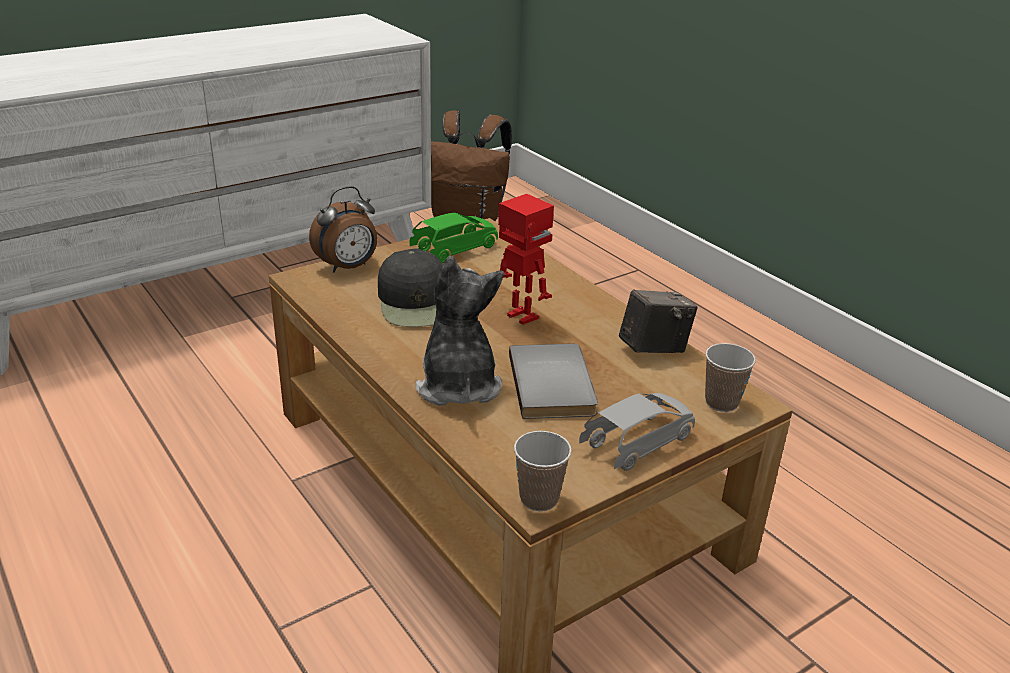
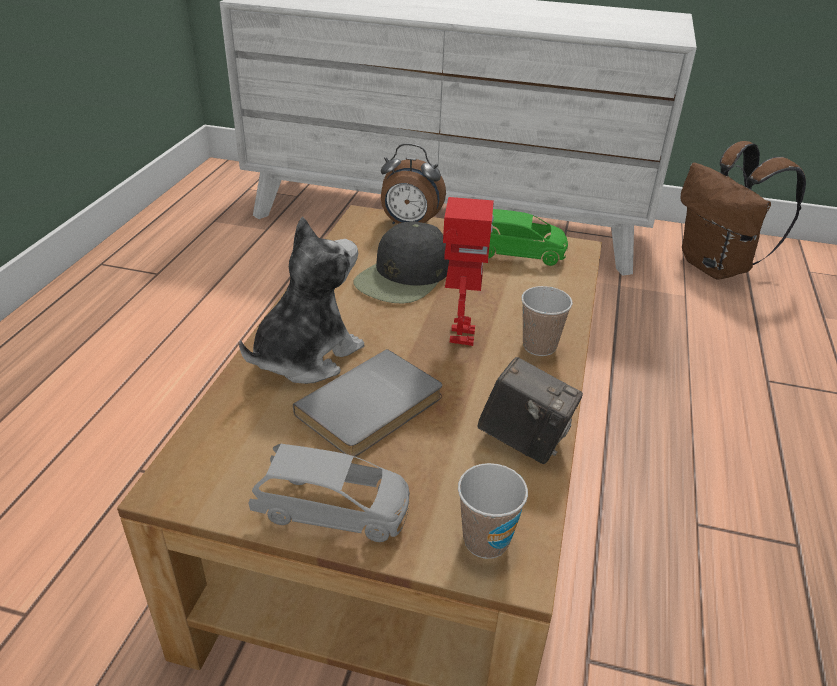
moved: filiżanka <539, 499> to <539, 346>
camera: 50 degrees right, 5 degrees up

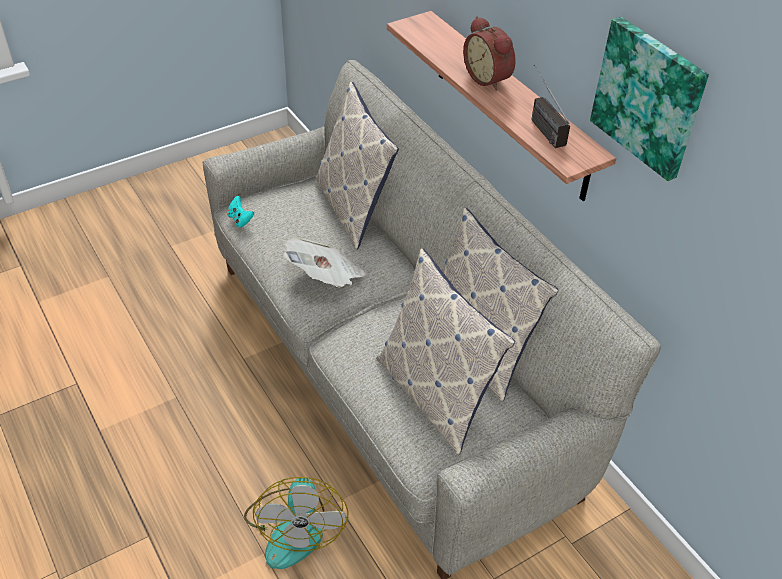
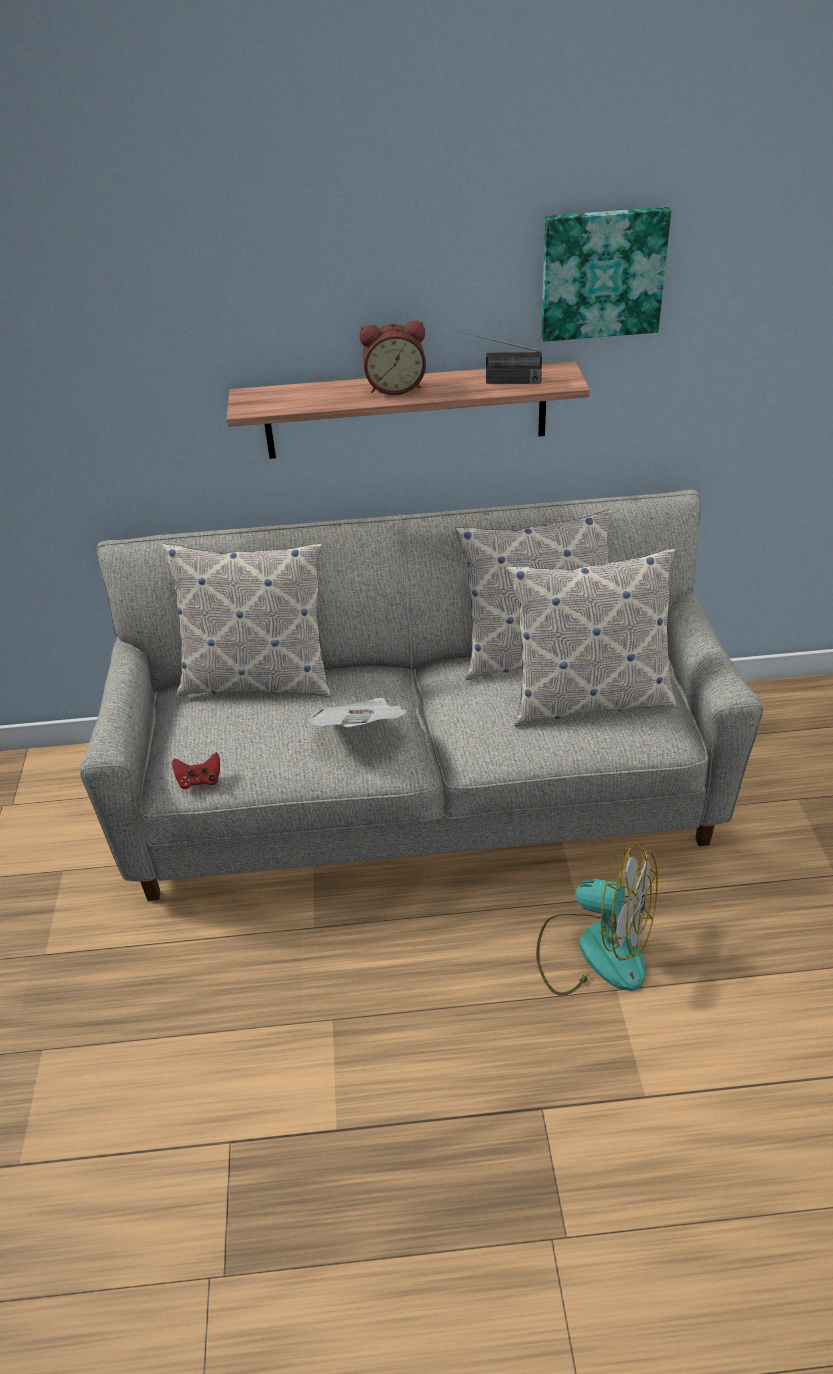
recoloured: pad do gier/turkusowy <240, 219> to pad do gier/czerwony <199, 781>
camera: 60 degrees left, 5 degrees down

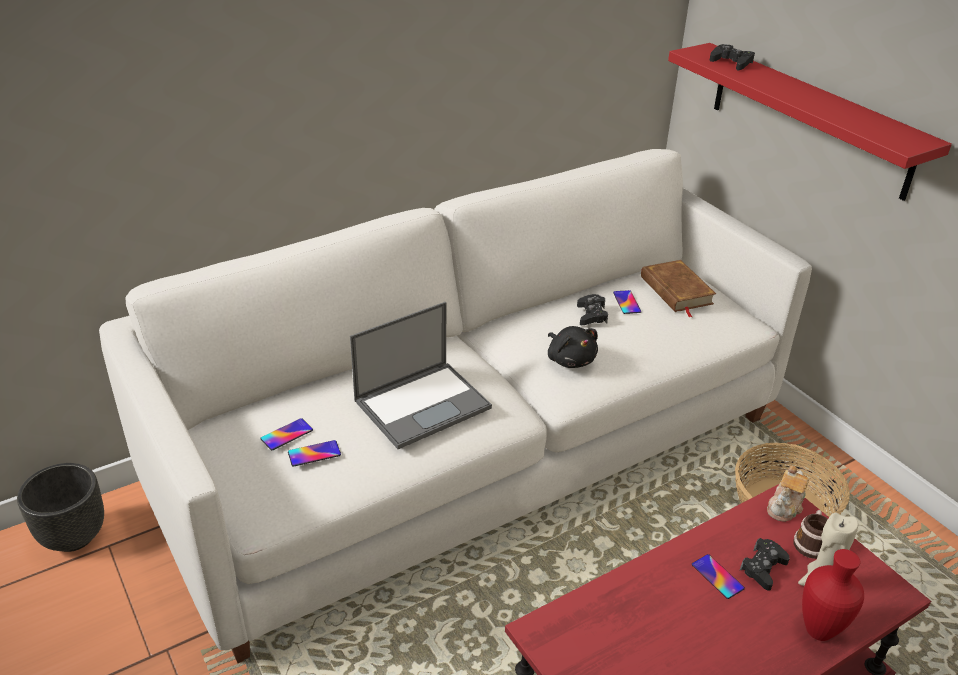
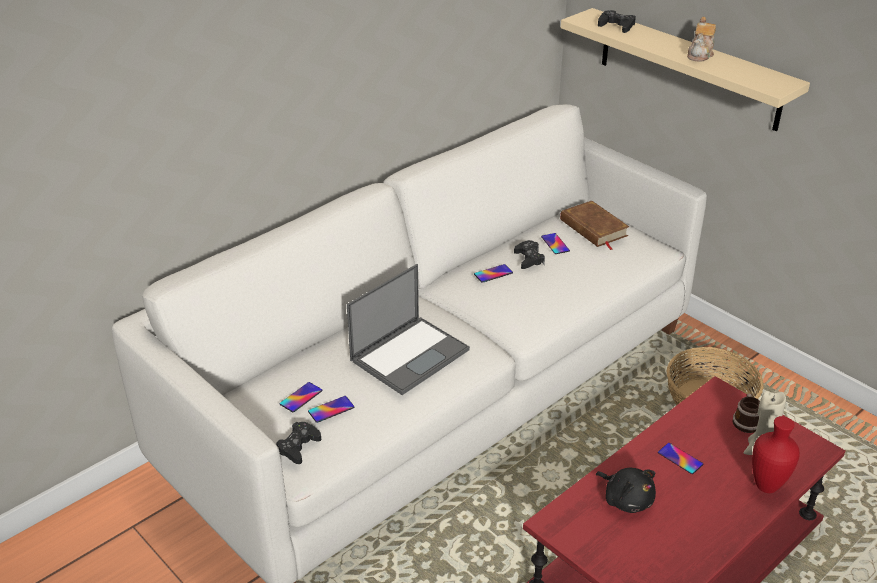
removed: donica/czarny <74, 536>
added: telefon <493, 273>
moved: pluszak/czarny <570, 359> to <626, 499>; pad do gier/czarny <763, 568> to <298, 446>; imbryk <785, 506> to <700, 55>
recoloured: półka/czerwony <809, 119> to półka/beżowy <688, 69>
camera: 10 degrees left, 0 degrees up

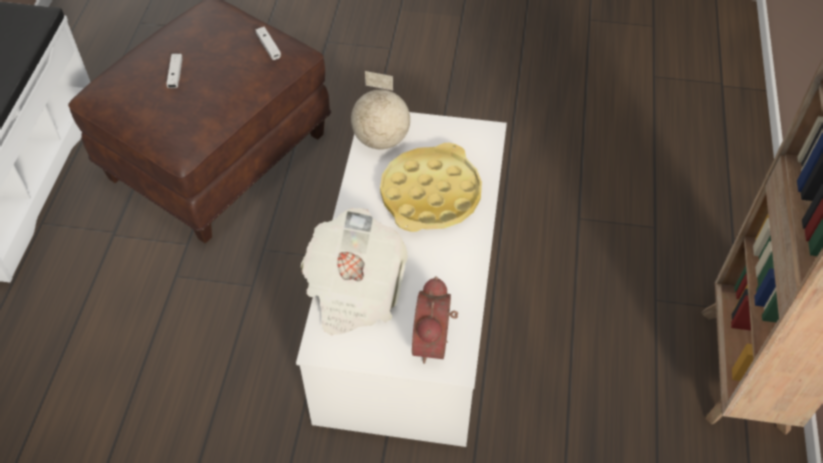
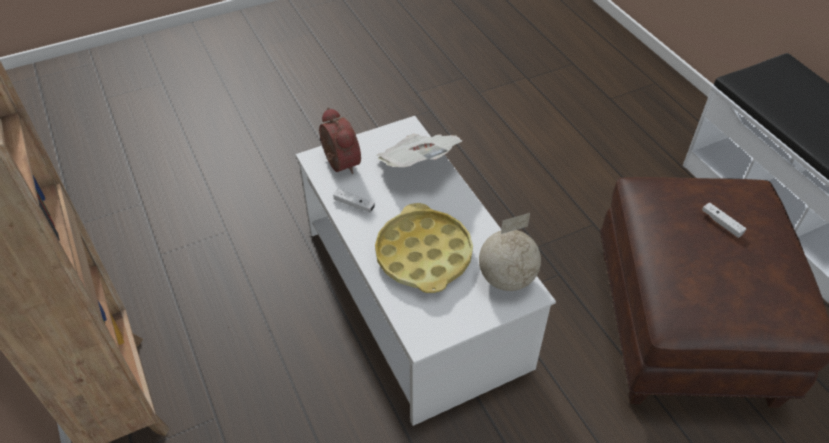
moved: pad do gier/biały <268, 47> to <354, 204>
camera: 145 degrees right, 5 degrees down

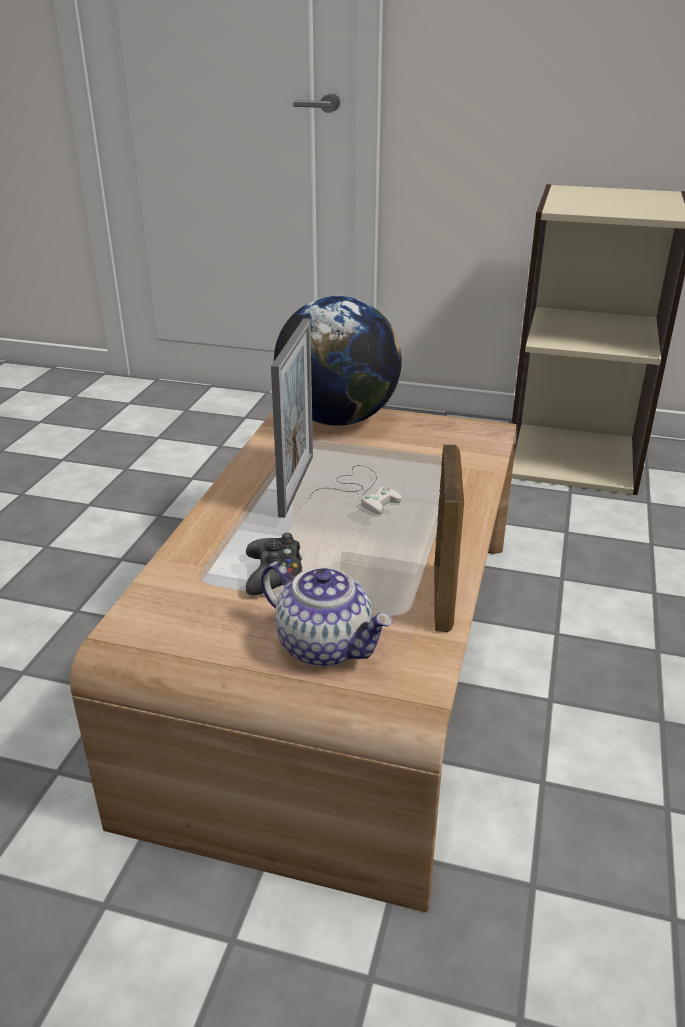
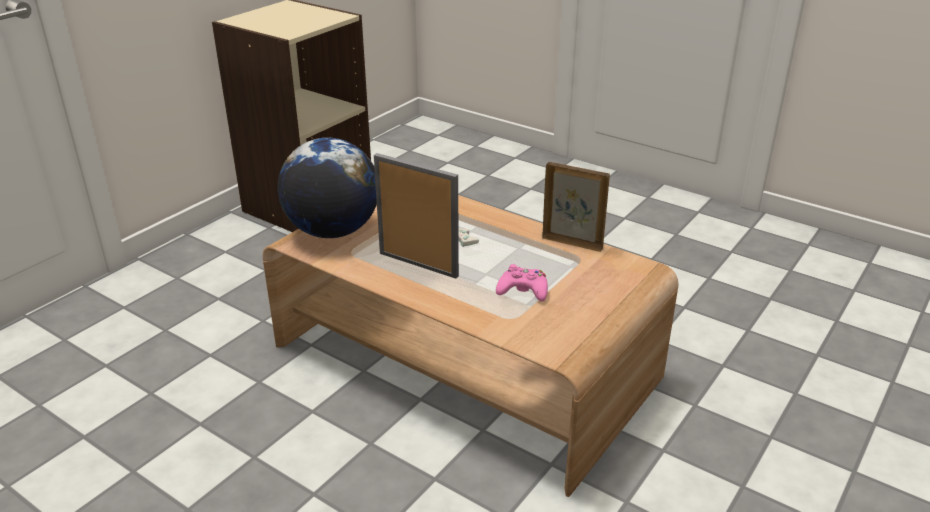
removed: imbryk <326, 645>
recoloured: pad do gier/czarny <274, 575> to pad do gier/różowy <523, 290>
camera: 70 degrees left, 0 degrees up

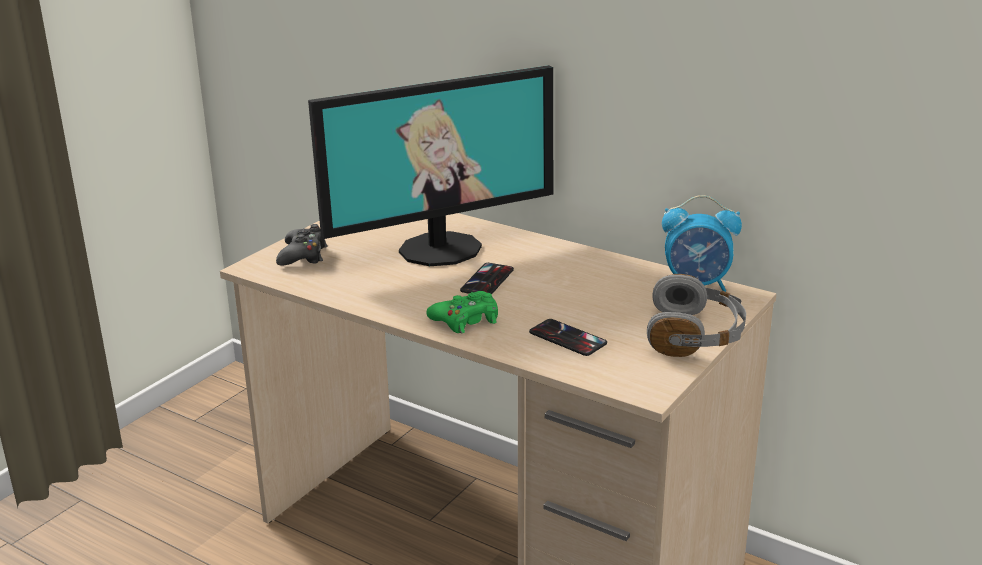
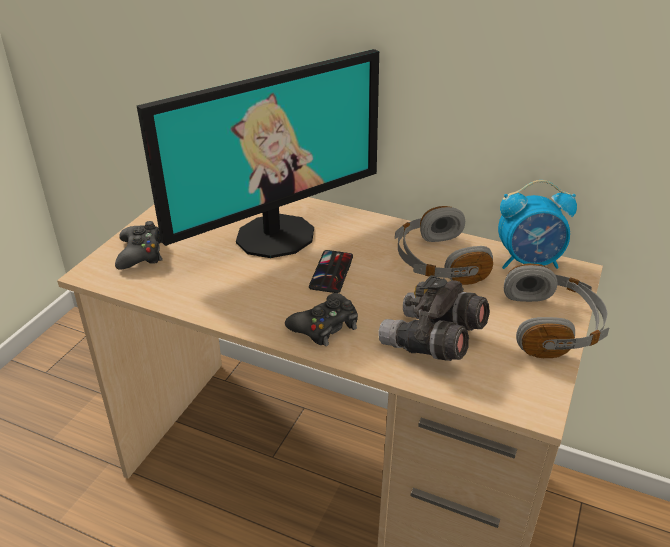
added: słuchawki/szary <437, 262>
replaced: telefon <567, 338> to lornetka/szary <432, 342>
recoloured: pad do gier/zielony <466, 320> to pad do gier/czarny <325, 326>
camera: 10 degrees left, 10 degrees up

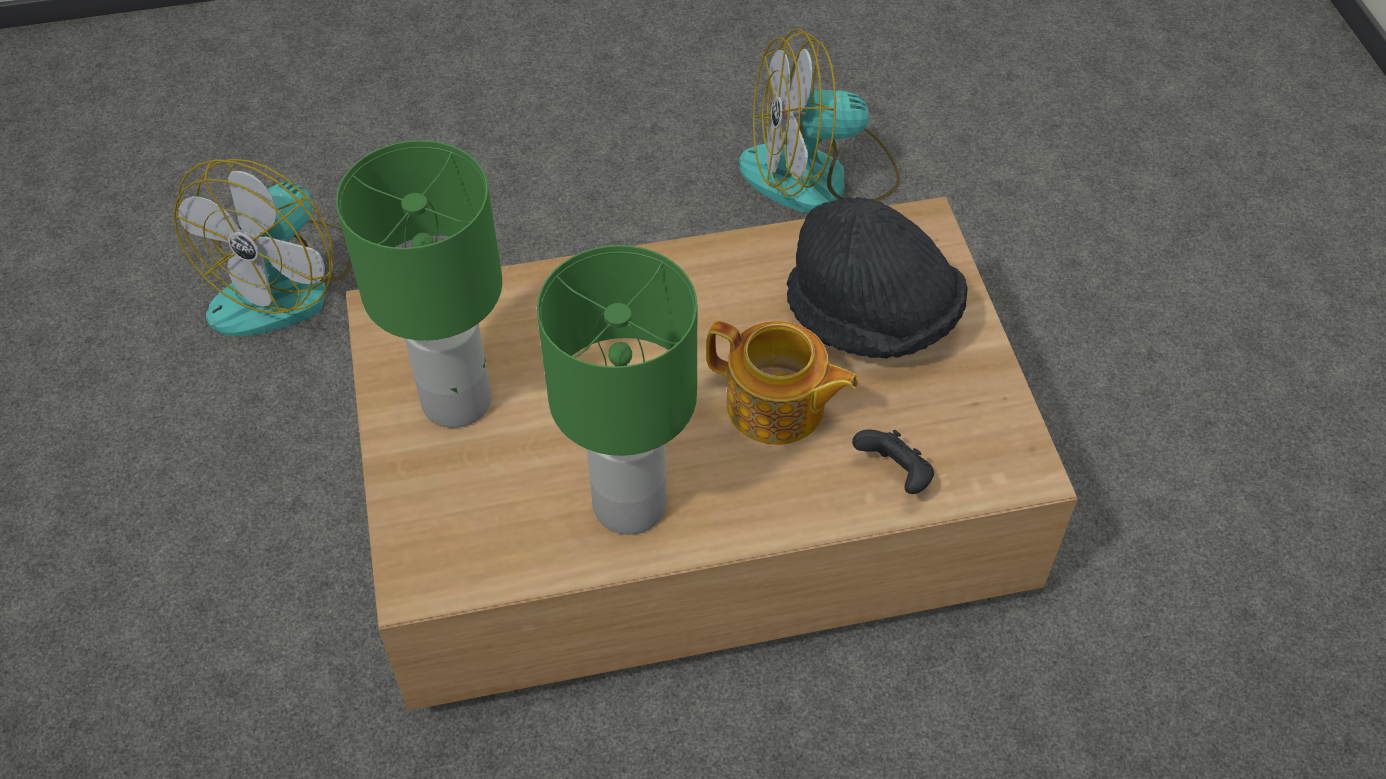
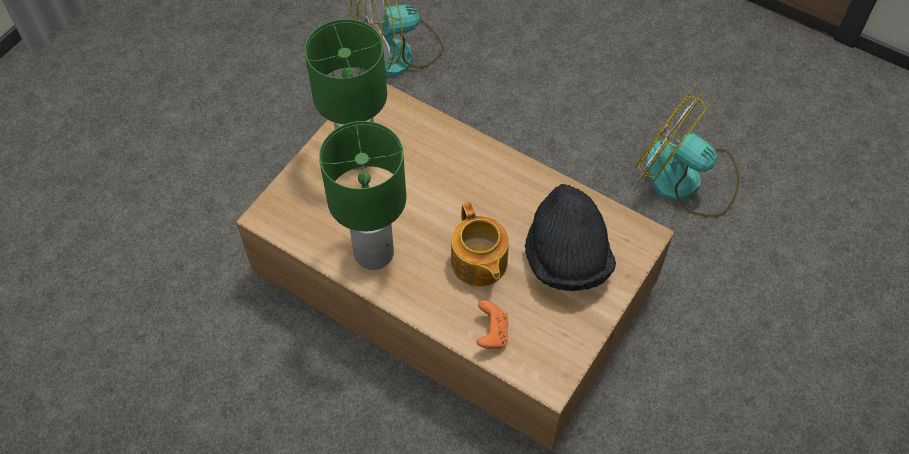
recoloured: pad do gier/czarny <894, 475> to pad do gier/pomarańczowy <492, 333>
camera: 45 degrees right, 5 degrees up

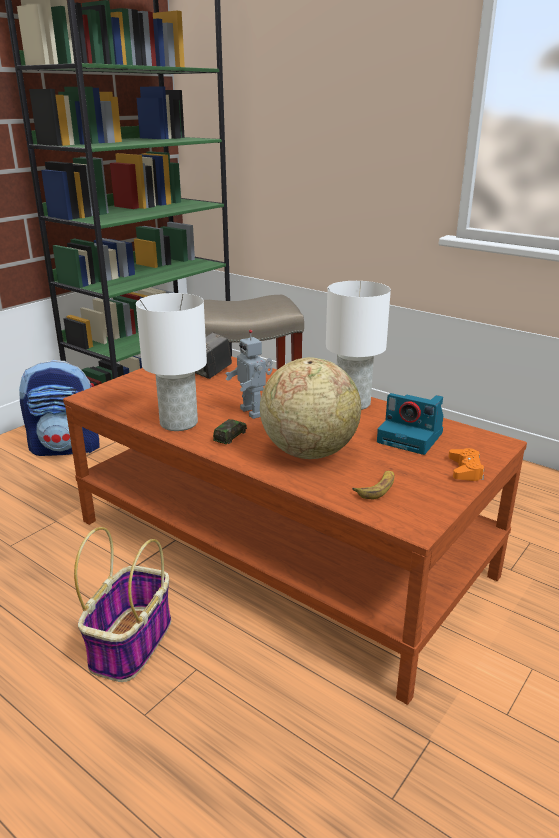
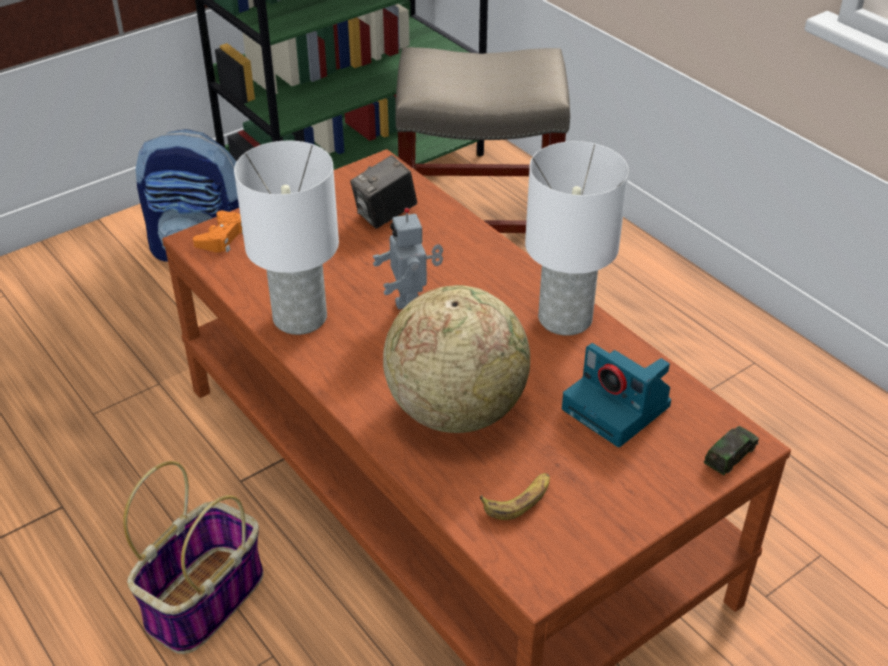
moved: samochodzik <230, 436> to <730, 456>; pad do gier/pomarańczowy <465, 470> to <222, 237>
camera: 15 degrees right, 15 degrees up

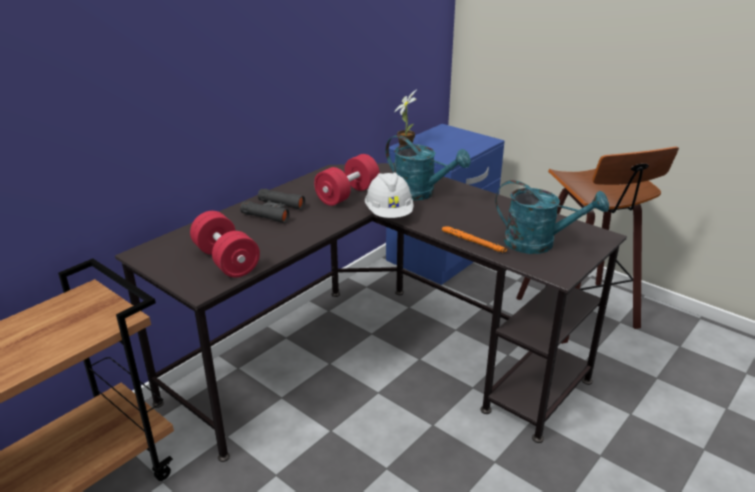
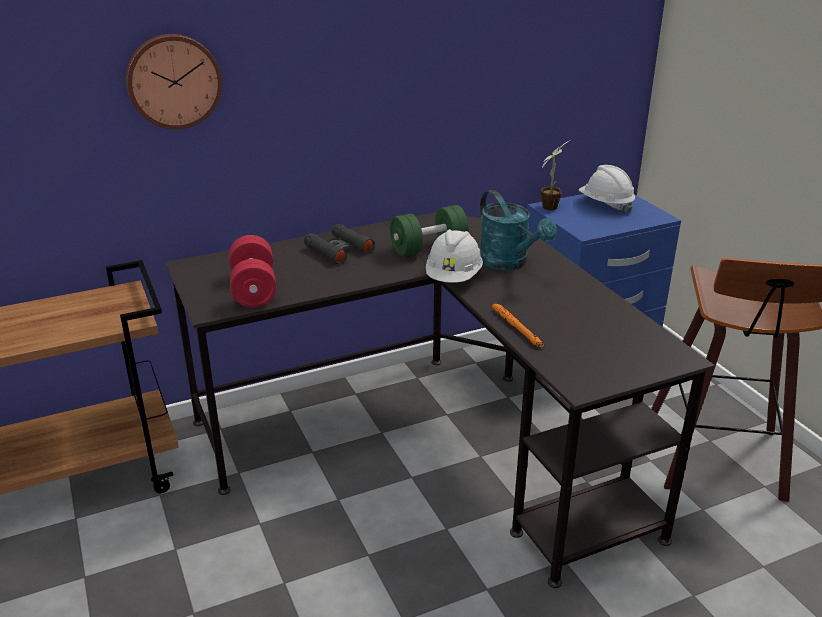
removed: konewka/turkusowy <539, 244>
added: zegar ścienny <173, 81>; kask/biały <605, 204>
recoloured: hantel/czerwony <347, 194> to hantel/zielony <428, 248>
camera: 25 degrees right, 0 degrees up

